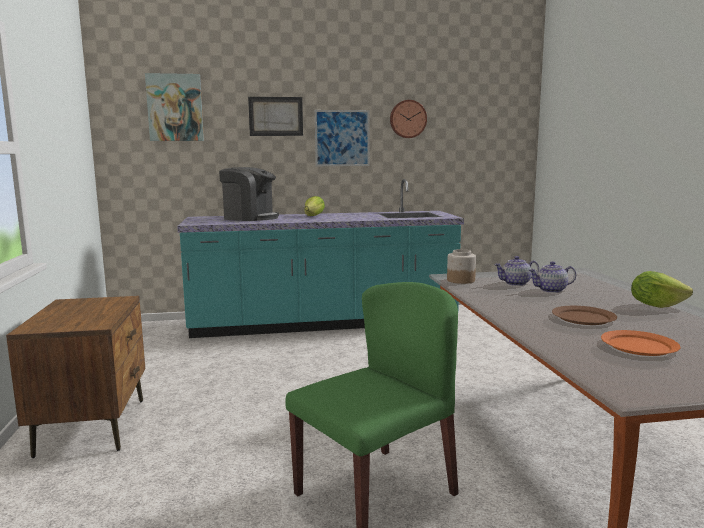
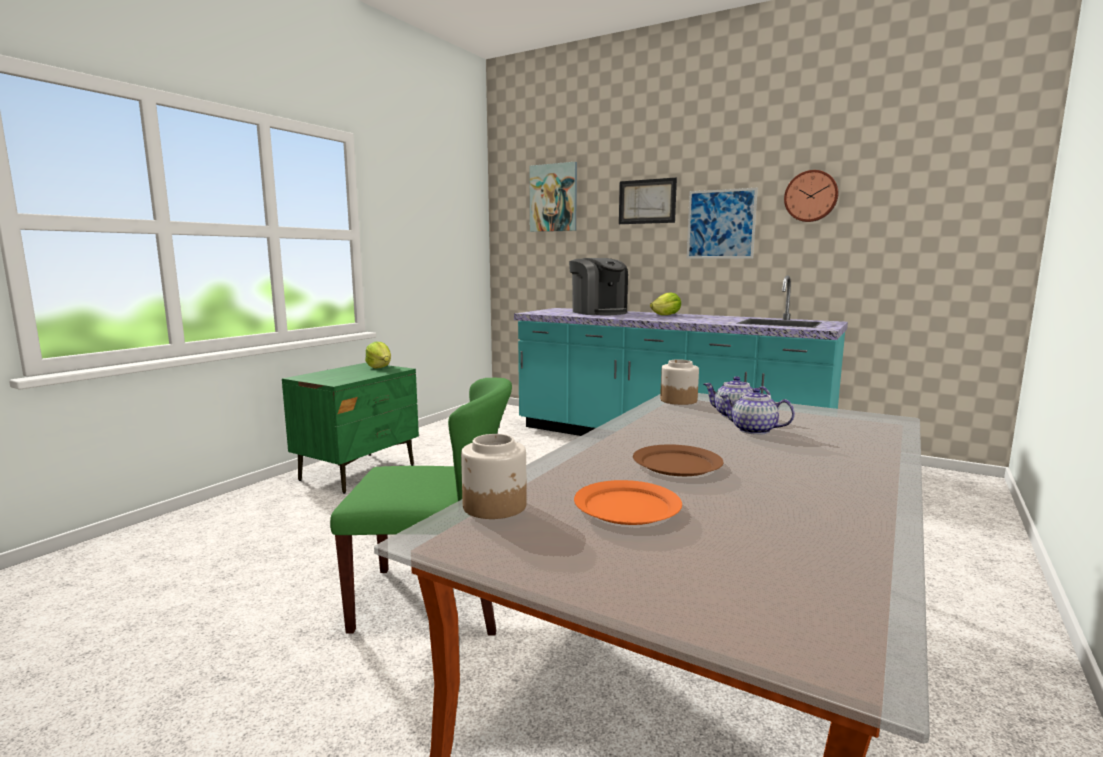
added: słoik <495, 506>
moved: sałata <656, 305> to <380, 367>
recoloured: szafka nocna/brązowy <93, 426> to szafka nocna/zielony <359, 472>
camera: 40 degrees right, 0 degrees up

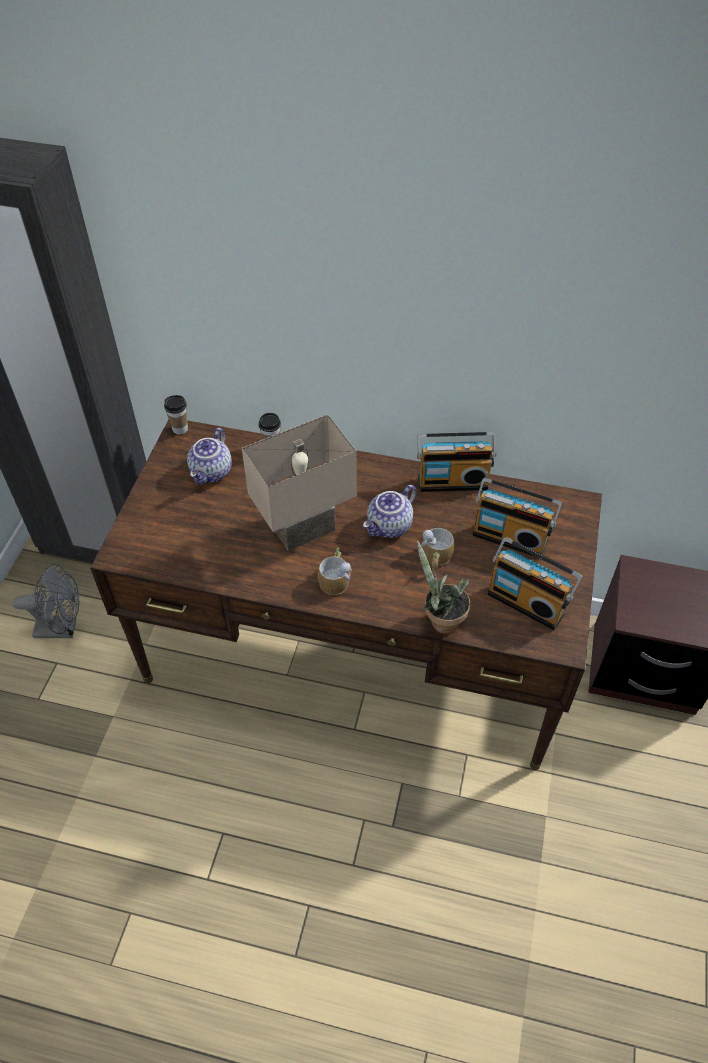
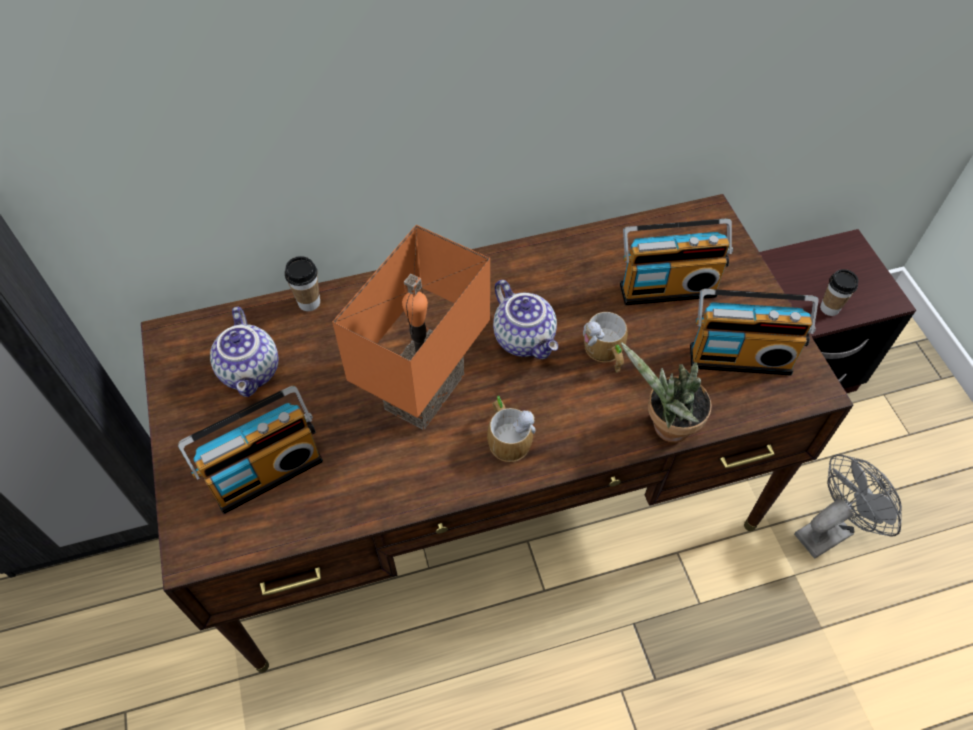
moved: wentylator/szary <62, 628> to <829, 529>; filiżanka <180, 429> to <829, 308>; radio <452, 481> to <265, 471>
recoloured: lampa stołowa/beżowy <303, 527> to lampa stołowa/pomarańczowy <422, 389>
turned: imbryk <390, 527> = <525, 339> 45 degrees counterclockwise
camera: 30 degrees left, 5 degrees up

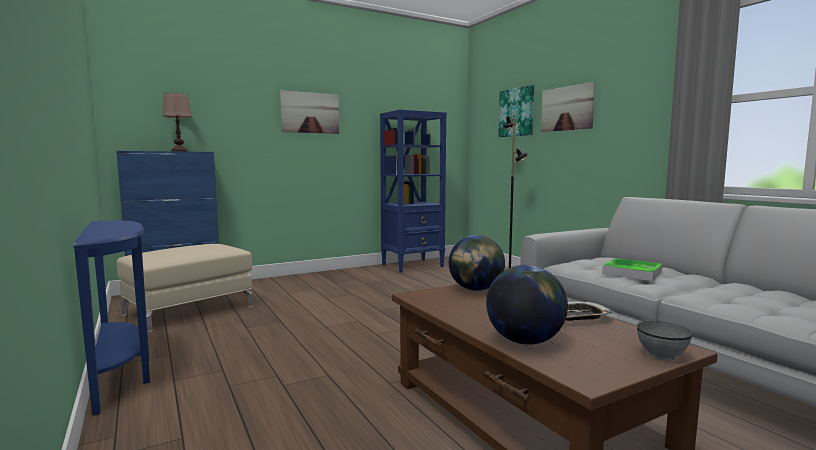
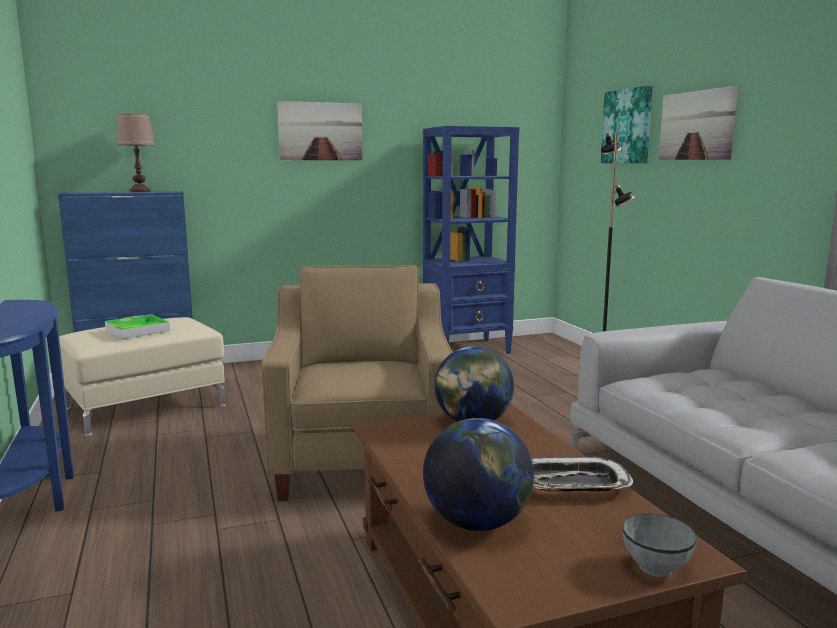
added: fotel/beżowy <363, 459>
moved: taca <632, 273> to <137, 330>
camera: 10 degrees right, 5 degrees up

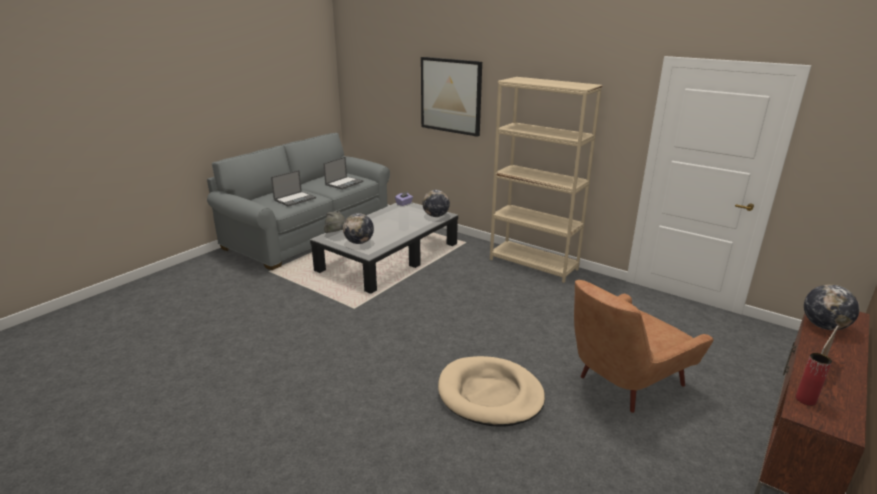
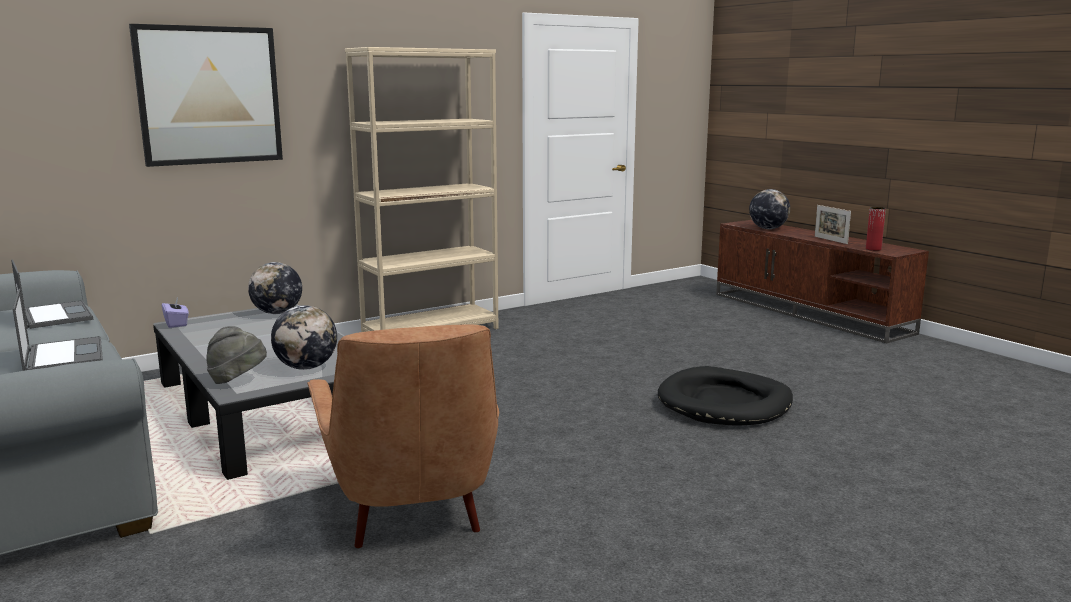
moved: fotel/brązowy <623, 383> to <412, 513>
recoloured: legowisko/beżowy <490, 394> to legowisko/czarny <725, 403>
camera: 70 degrees left, 10 degrees down

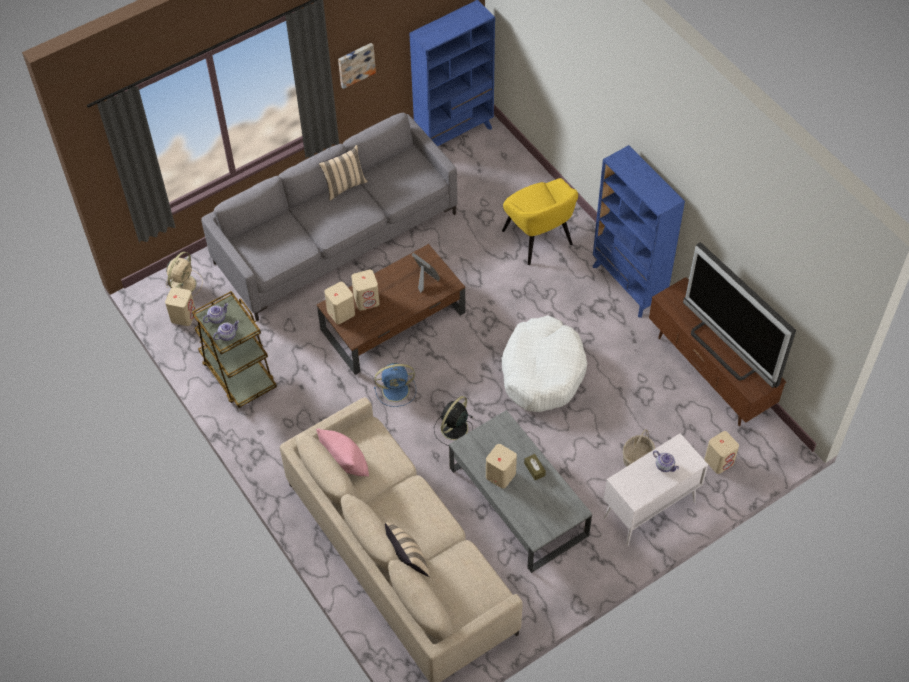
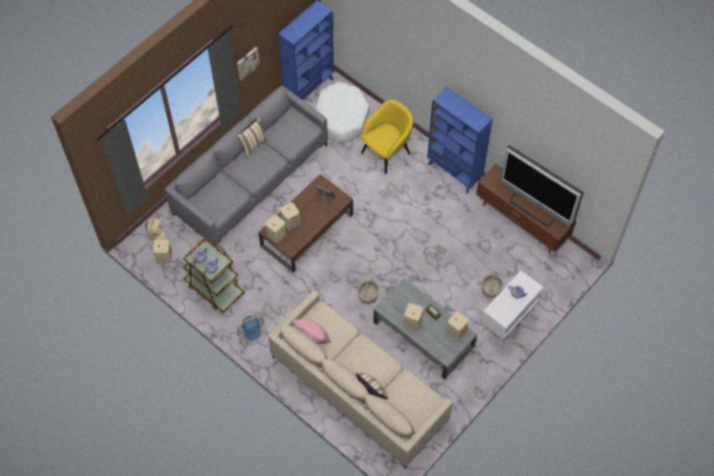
moved: wentylator/niebieski <397, 390> to <253, 332>; legowisko/biały <542, 371> to <341, 117>; głośnik/beżowy <719, 461> to <456, 331>
replaced: wentylator/czarny <453, 429> to koszyk <368, 295>
turned: fotel/żółty <538, 238> = <386, 152> 90 degrees counterclockwise
camera: 15 degrees left, 5 degrees up

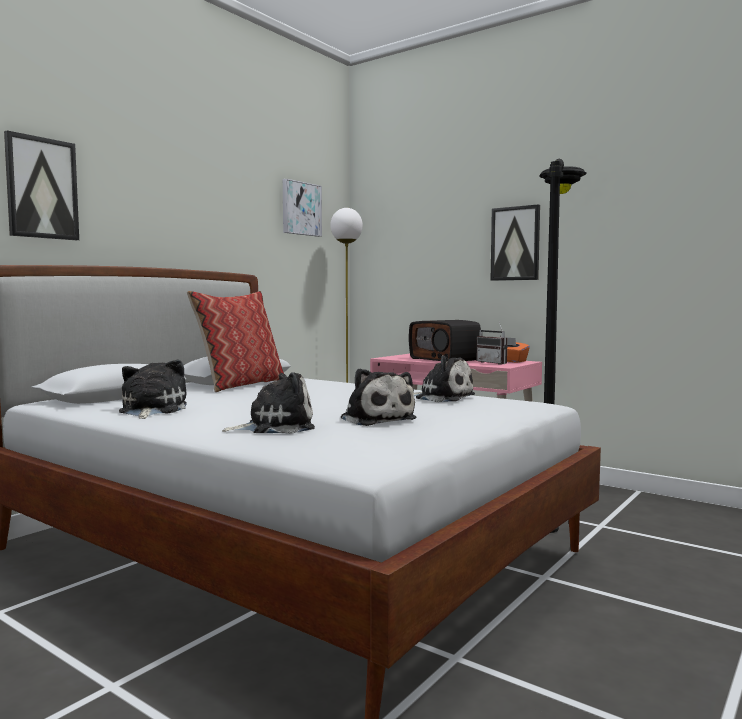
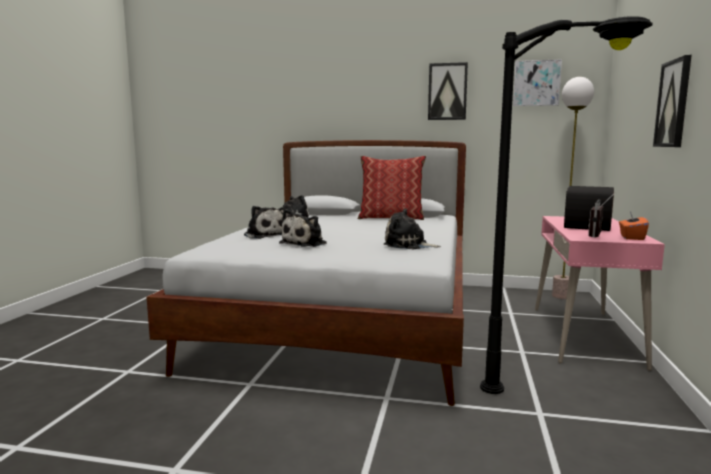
moved: obraz <41, 188> to <447, 91>
turned: pluszak <442, 397> = <408, 245> 105 degrees clockwise
camera: 65 degrees right, 5 degrees up

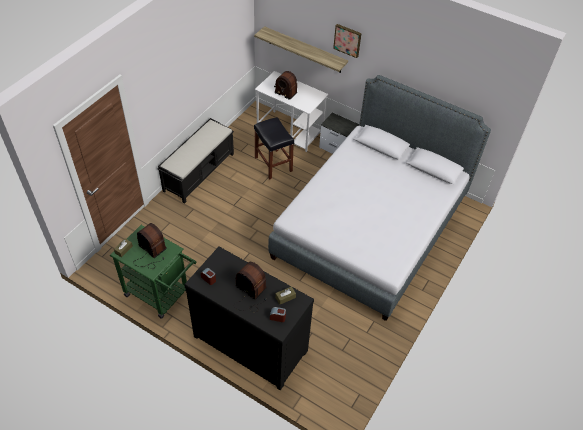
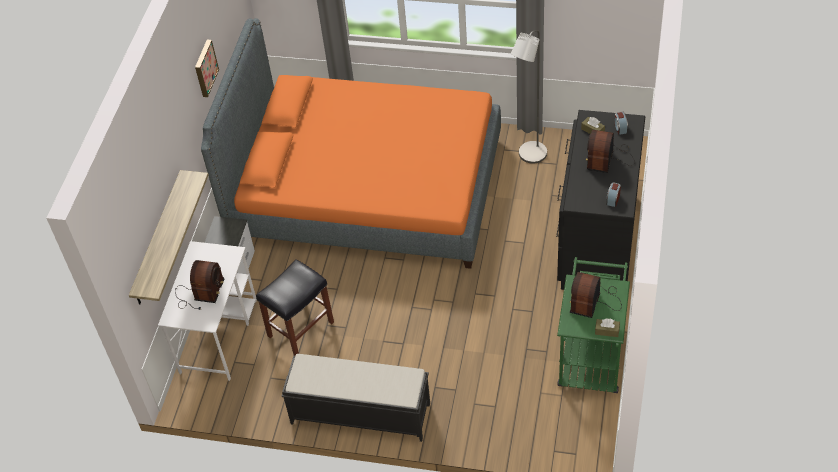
added: lampa stojąca/szary <529, 156>
moved: obraz <347, 40> to <204, 68>
recoloured: łóżko/szary <370, 227> to łóżko/pomarańczowy <366, 190>
camera: 105 degrees left, 0 degrees up

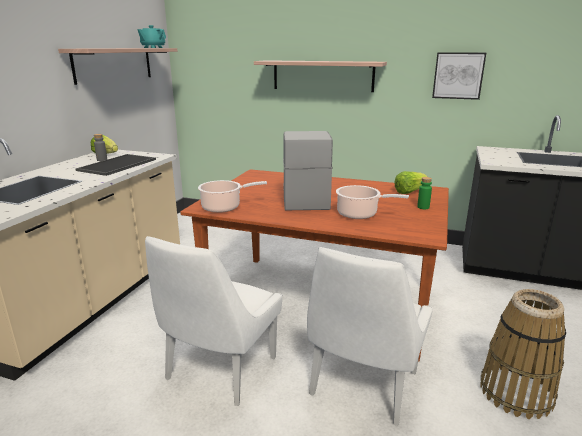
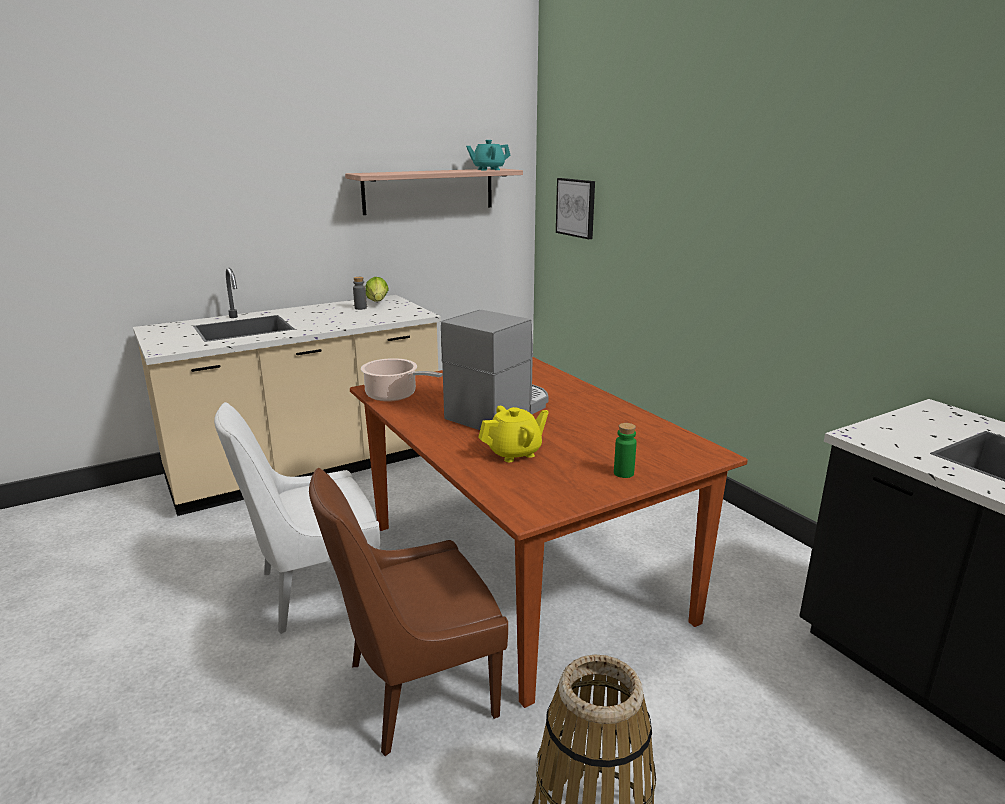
removed: taca <118, 165>; półka <322, 75>; sałata <409, 192>
moved: obraz <458, 75> to <576, 208>
replaced: garnek <359, 214> to imbryk/żółty <514, 453>
recoloured: krzesło/biały <362, 386> to krzesło/brązowy <415, 691>
camera: 40 degrees right, 0 degrees up

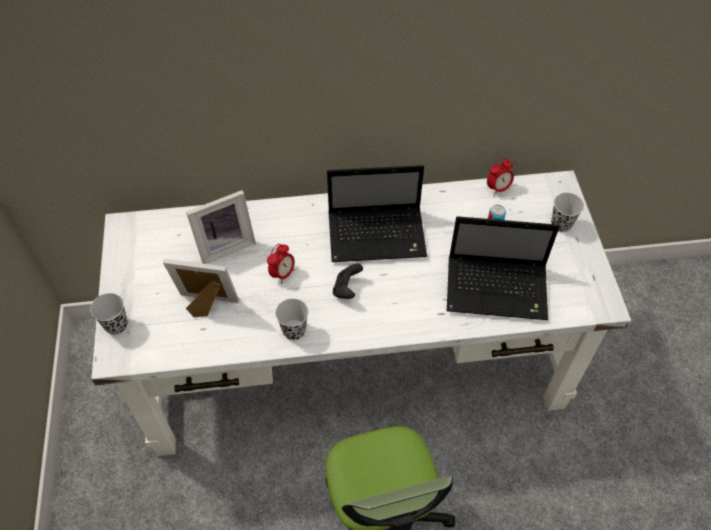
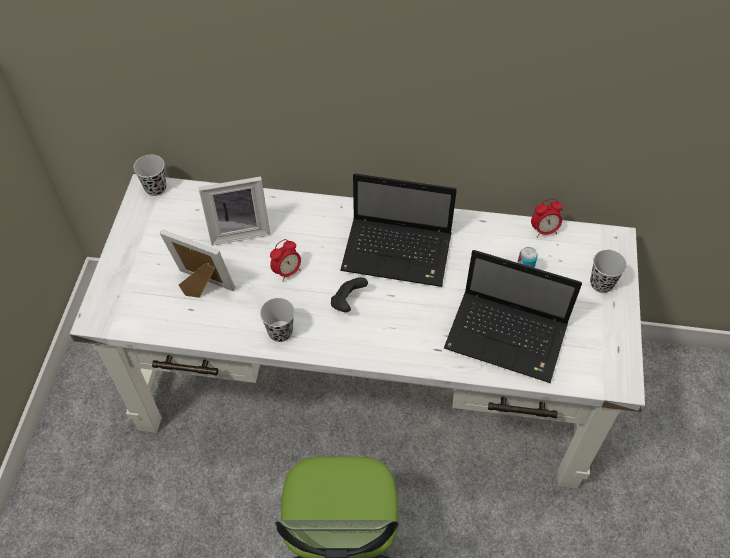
moved: filiżanka/czarny <116, 325> to <155, 188>
camera: 15 degrees right, 0 degrees up

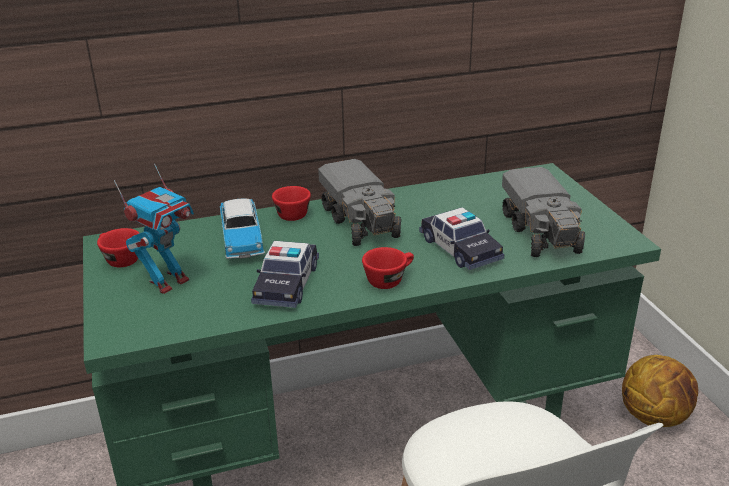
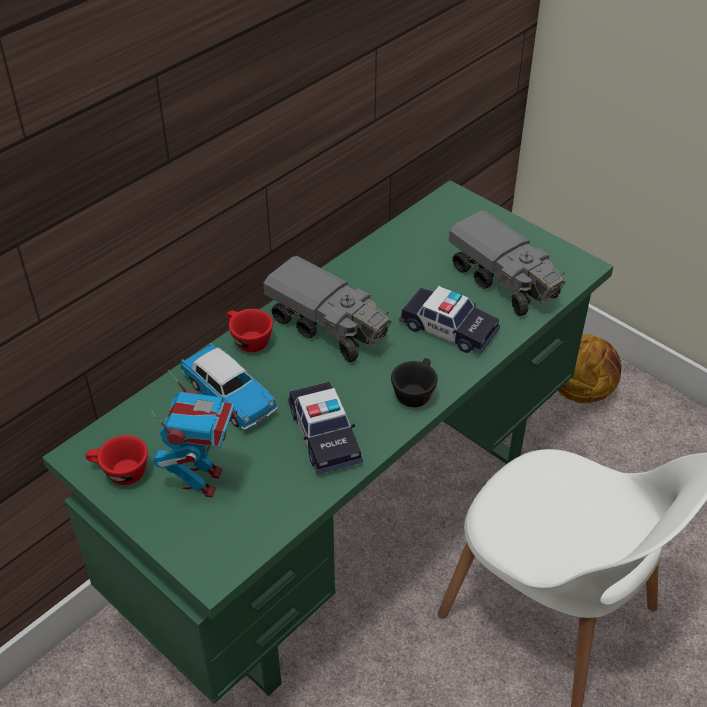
recoloured: filiżanka/czerwony <389, 280> to filiżanka/czarny <415, 392>
camera: 30 degrees left, 15 degrees up

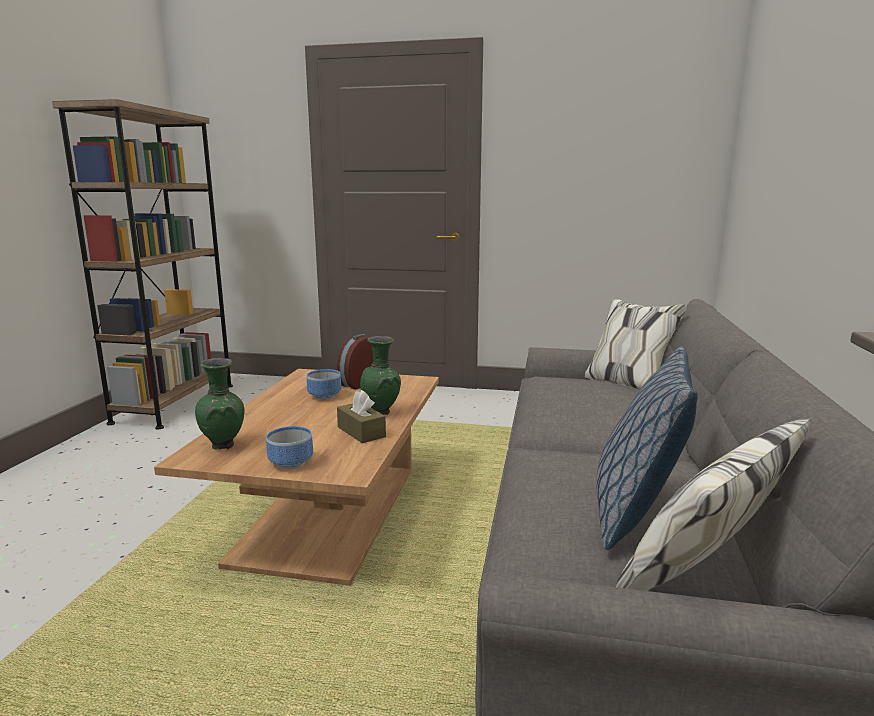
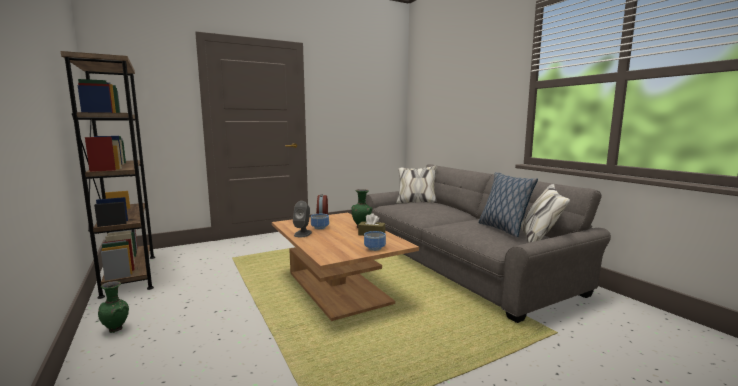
added: głośnik/szary <303, 233>
moved: wazon/zielony <224, 446> to <116, 329>
camera: 40 degrees left, 5 degrees down

